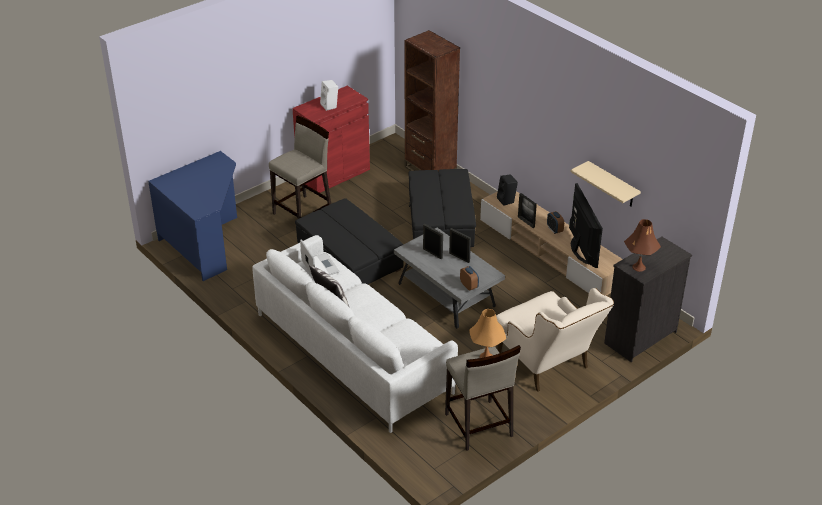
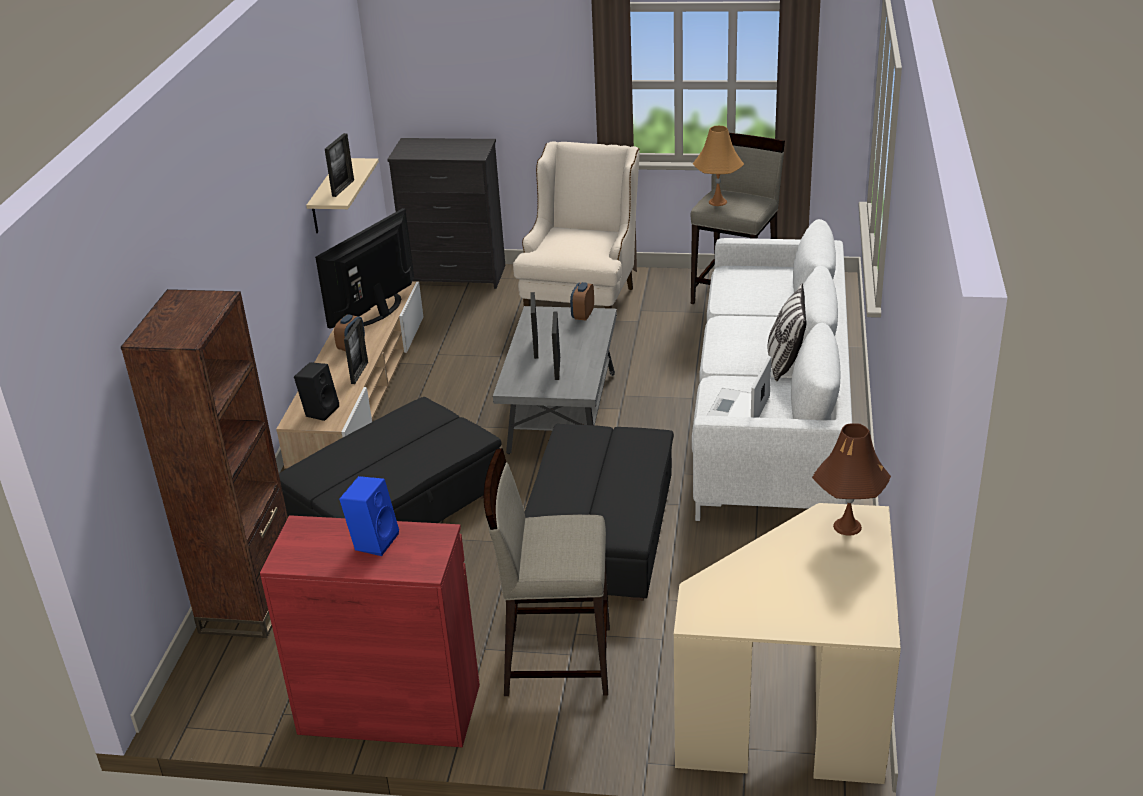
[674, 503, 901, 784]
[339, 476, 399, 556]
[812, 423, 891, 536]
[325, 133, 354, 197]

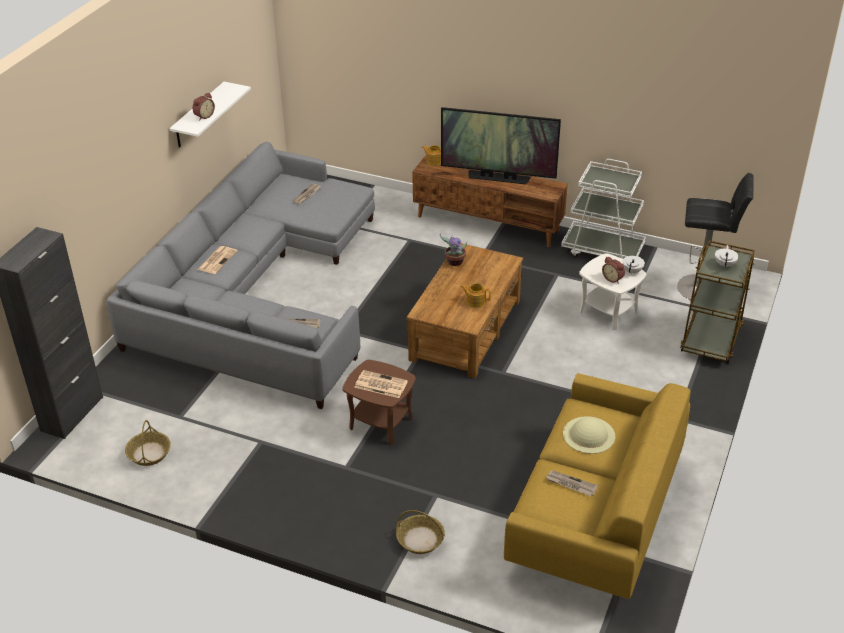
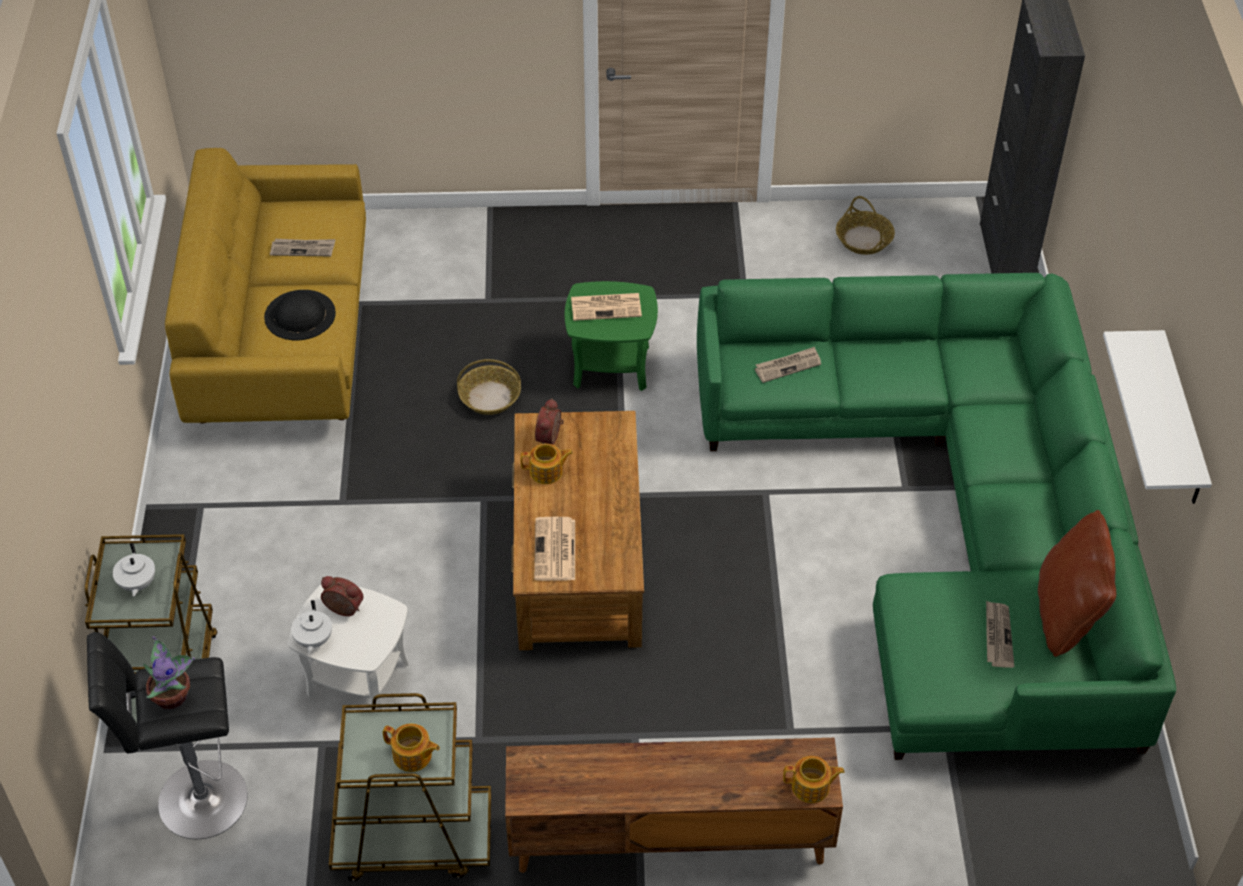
[697, 273, 1176, 760]
[535, 398, 563, 444]
[534, 517, 575, 581]
[565, 281, 658, 391]
[457, 359, 521, 415]
[143, 636, 195, 709]
[441, 107, 561, 184] (first image)
[329, 693, 491, 881]
[264, 290, 336, 340]
[383, 724, 440, 772]
[1038, 510, 1116, 657]

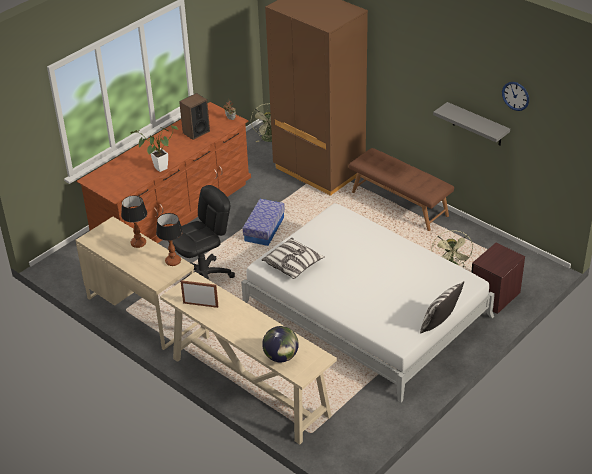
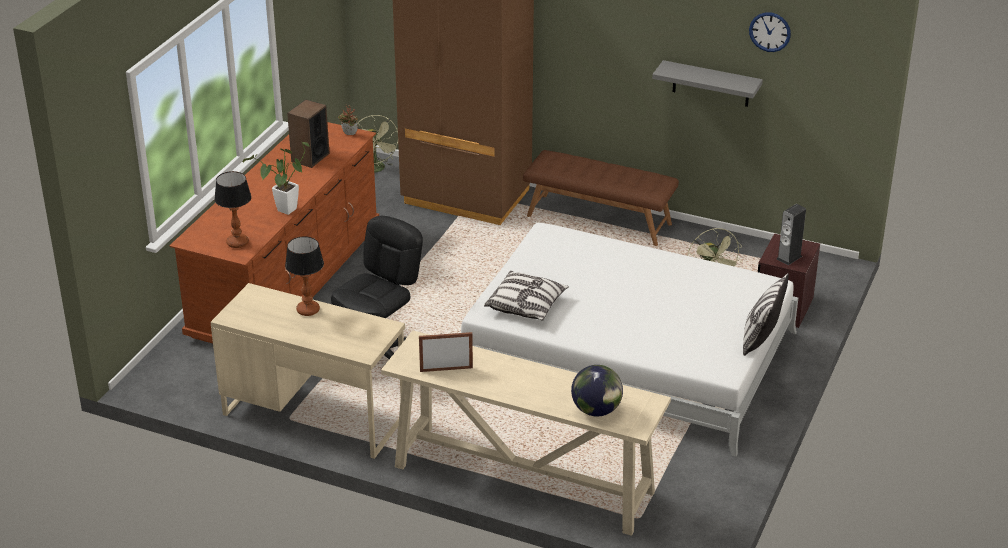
[214, 171, 252, 248]
[243, 199, 285, 246] (first image)
[776, 204, 806, 265]

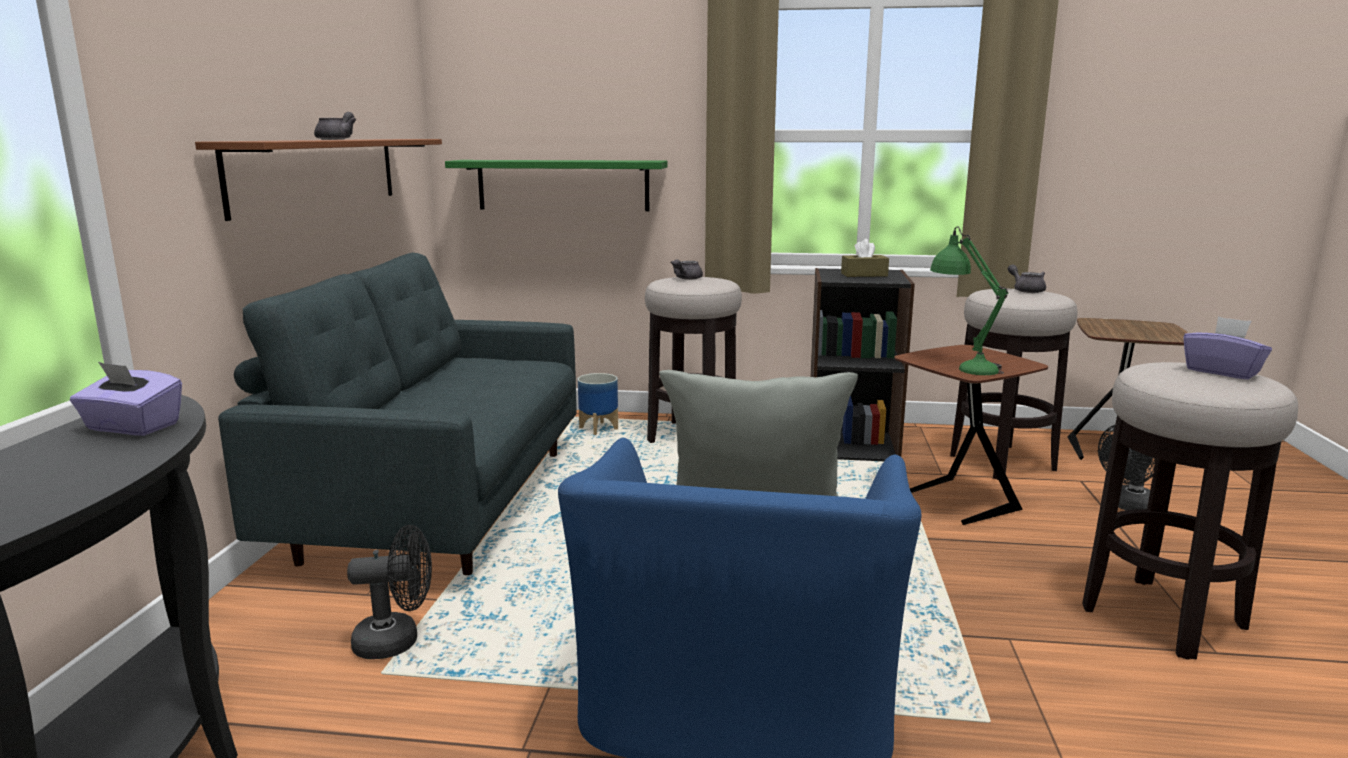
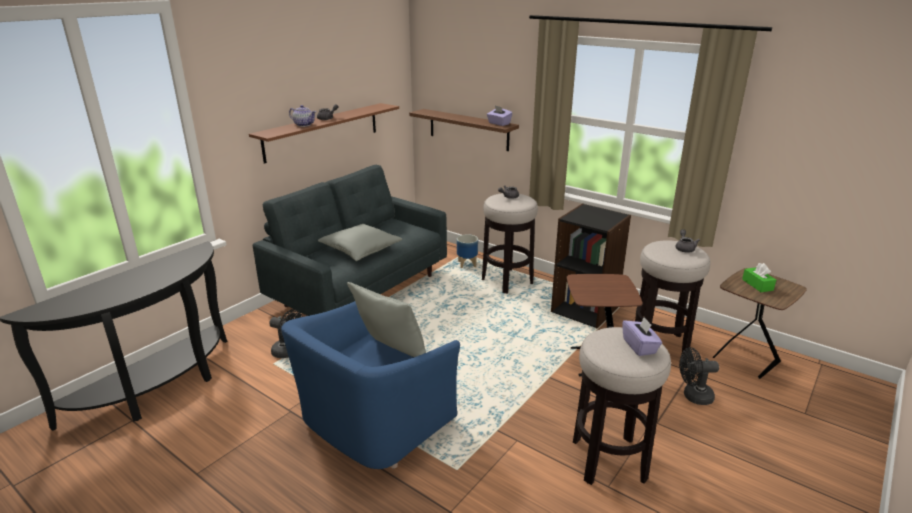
[487, 106, 513, 126]
[409, 109, 519, 151]
[841, 239, 889, 277] (first image)
[930, 226, 1008, 375] (first image)
[289, 105, 316, 127]
[318, 224, 402, 261]
[742, 263, 776, 292]

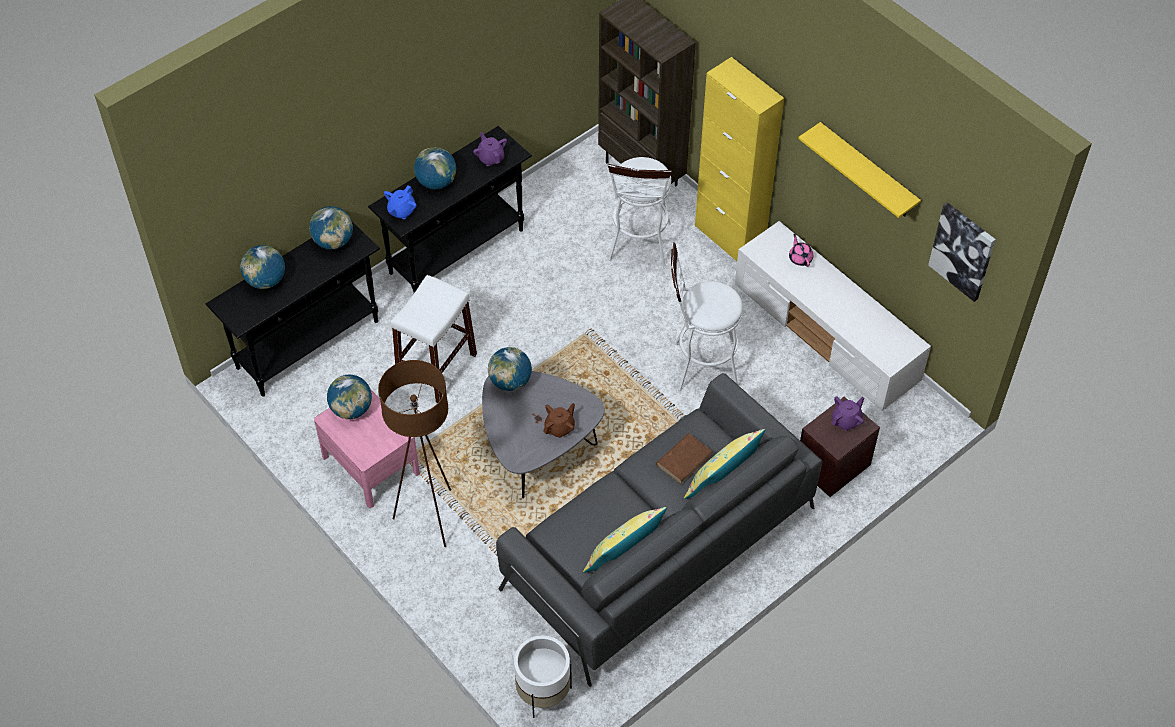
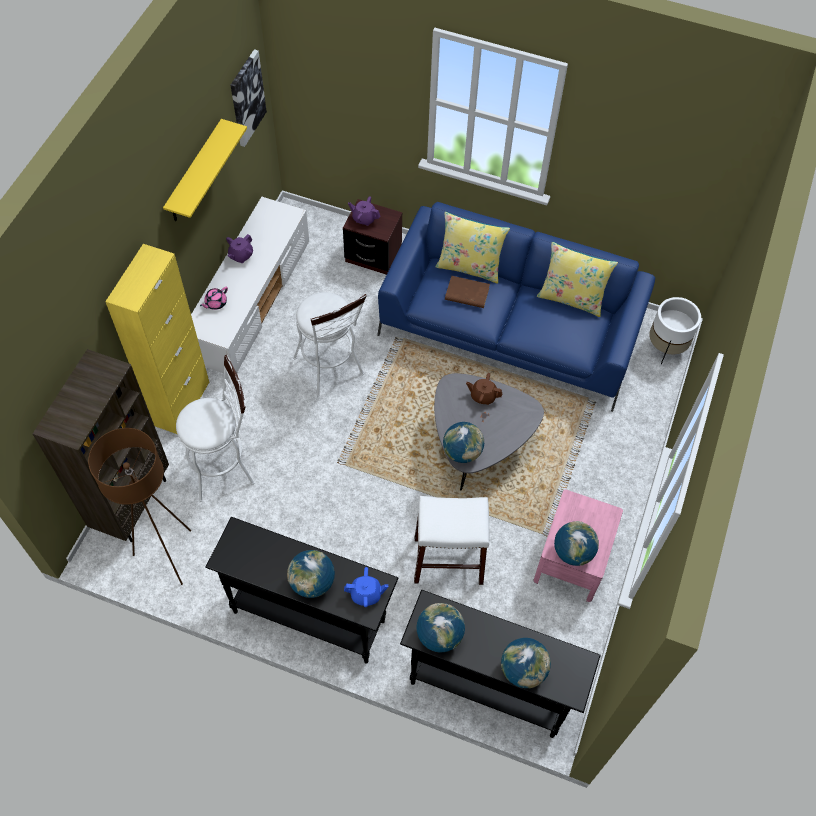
[88, 428, 191, 585]
[226, 234, 253, 263]
[377, 202, 655, 412]

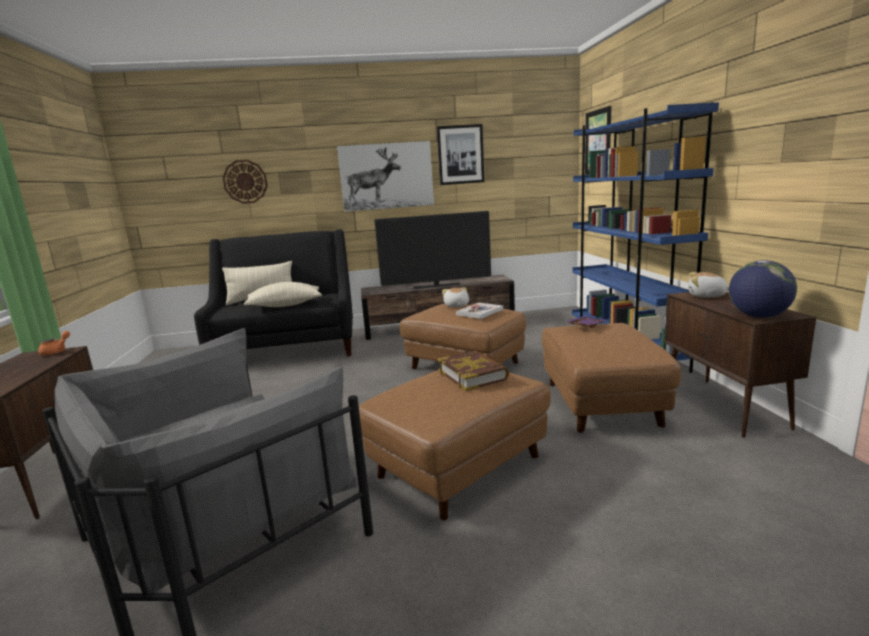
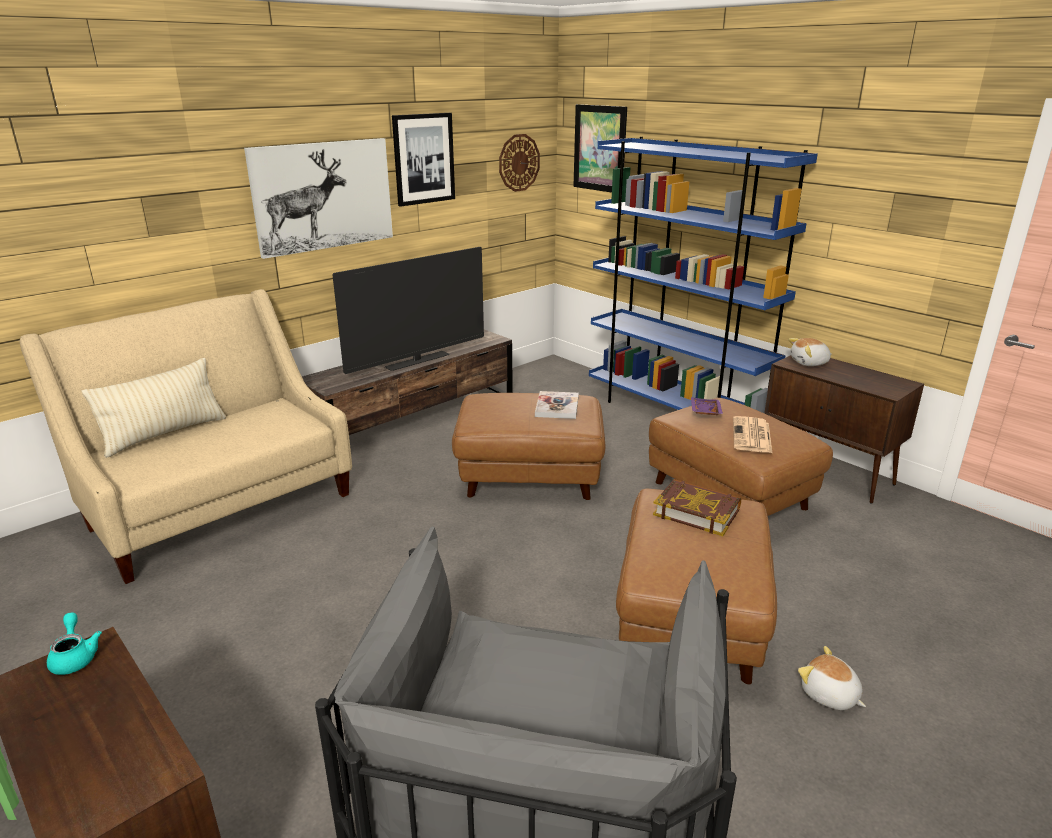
[47, 612, 102, 675]
[20, 289, 352, 584]
[499, 134, 540, 192]
[244, 282, 322, 307] (first image)
[798, 646, 866, 710]
[729, 260, 797, 318] (first image)
[733, 416, 772, 453]

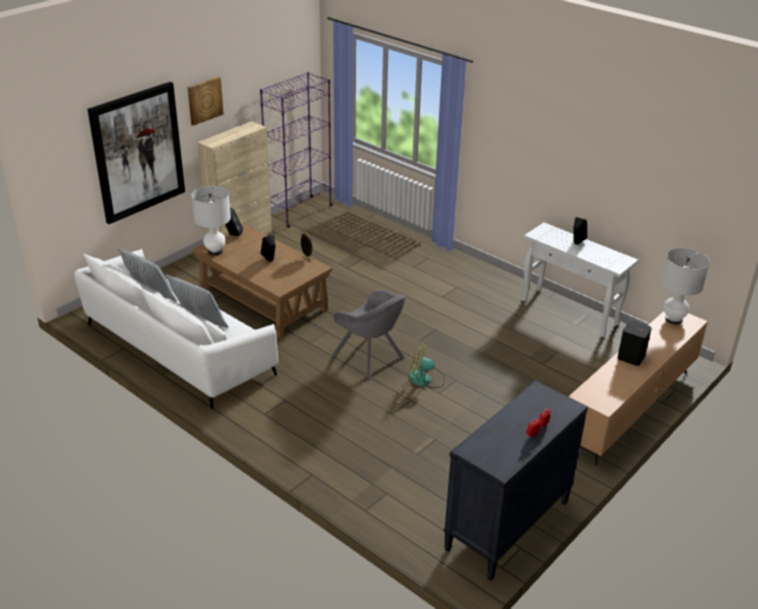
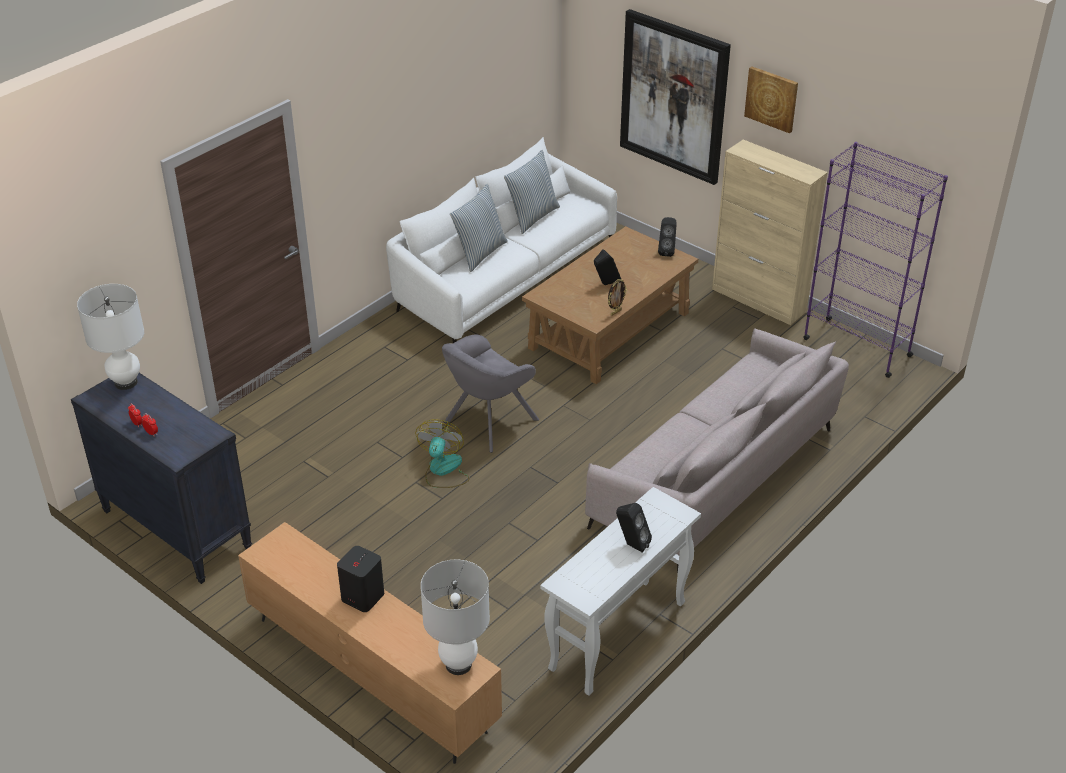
[77, 284, 144, 390]
[585, 328, 849, 573]

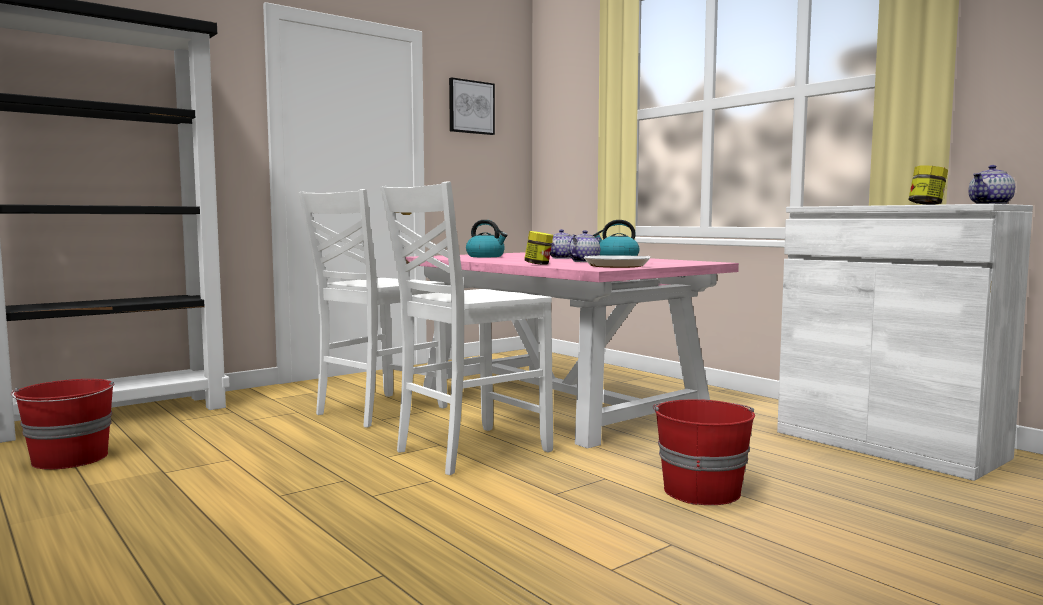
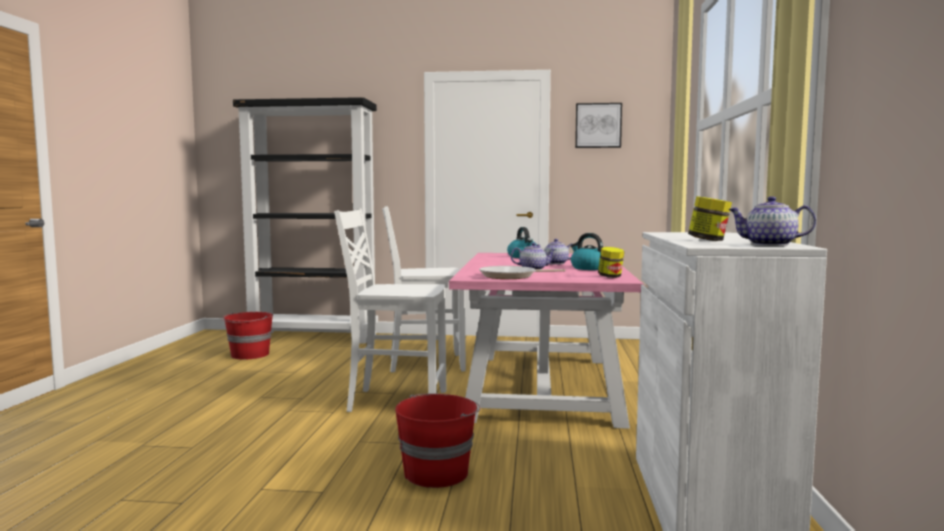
[598, 247, 624, 278]

